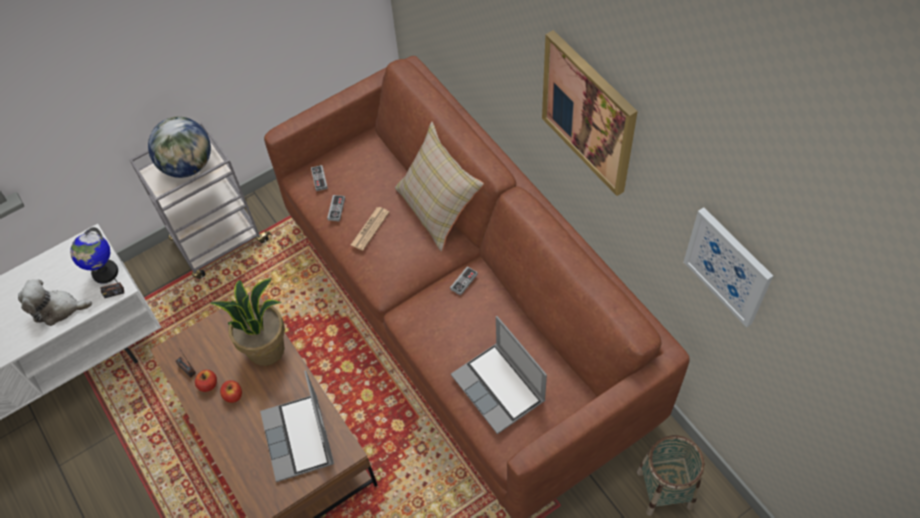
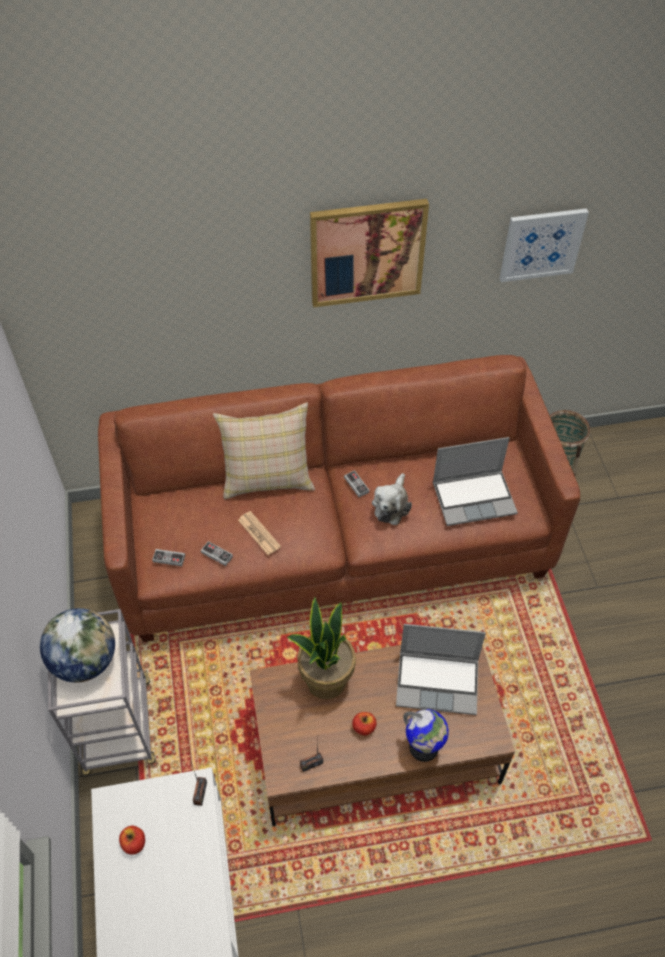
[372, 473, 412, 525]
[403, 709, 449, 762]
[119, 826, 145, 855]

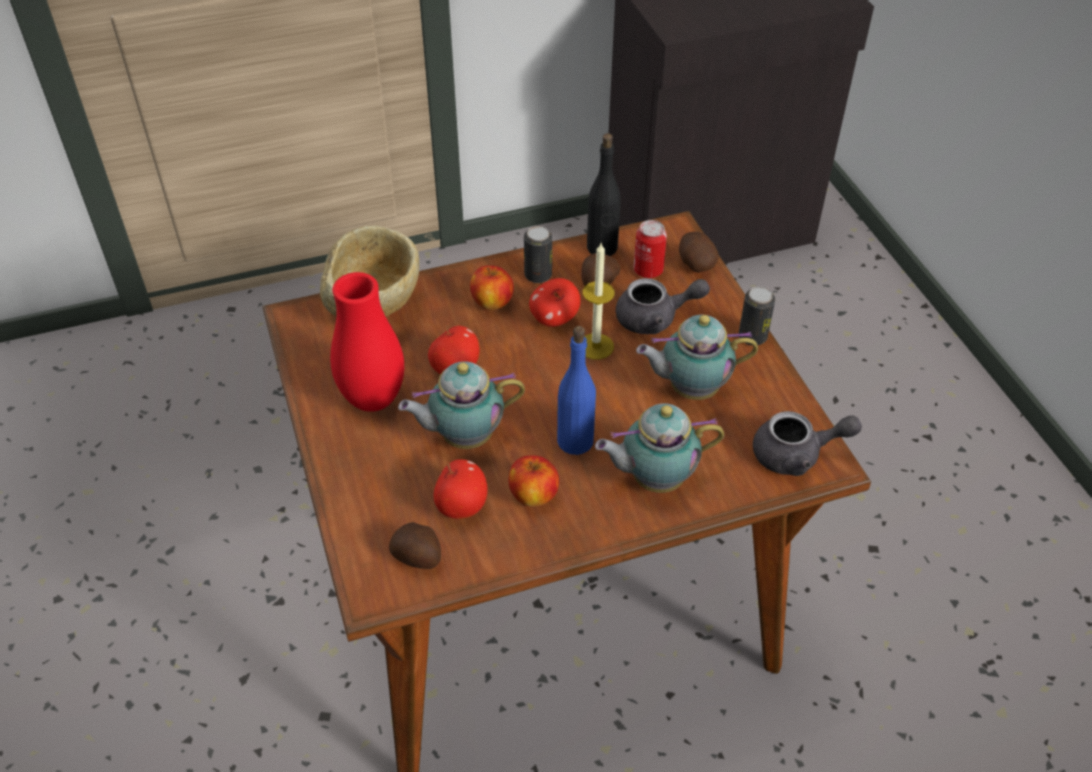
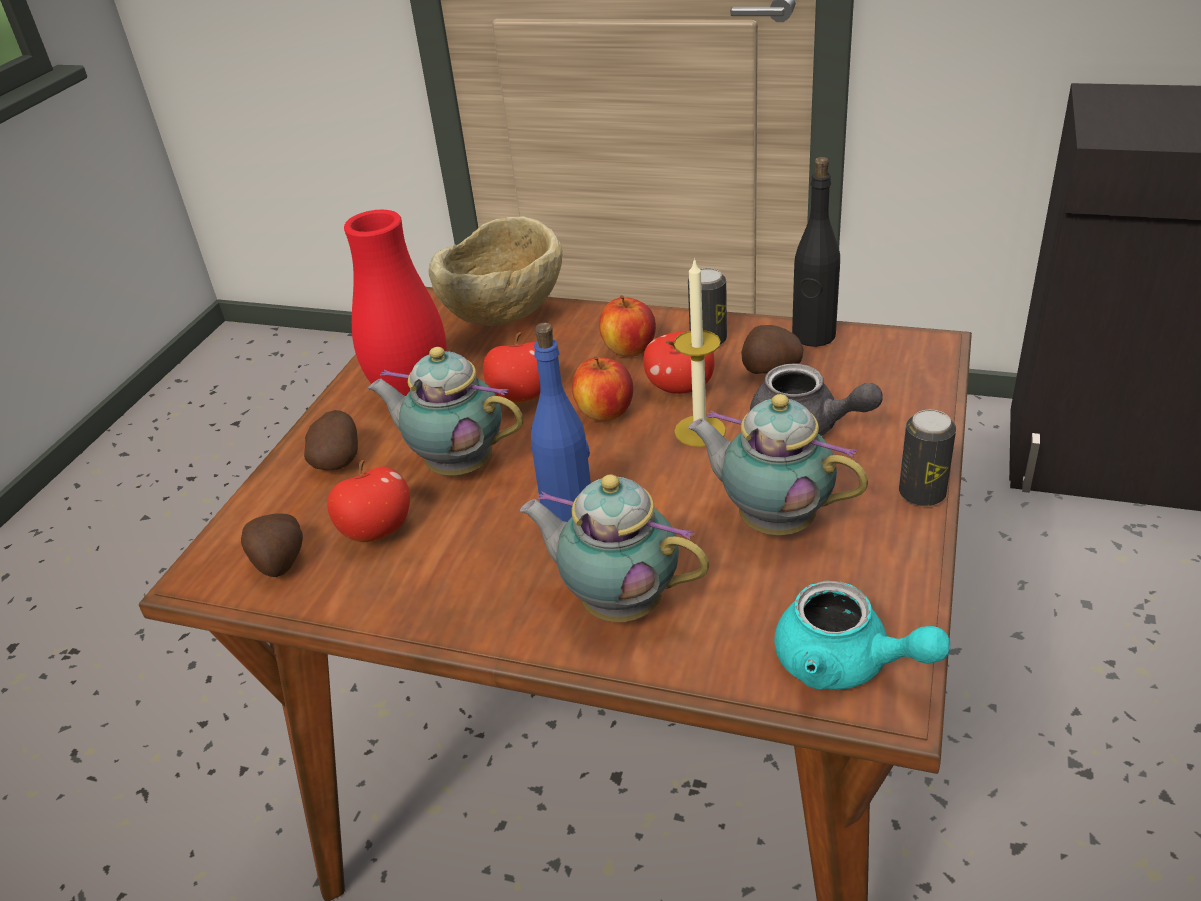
[572, 356, 633, 421]
[633, 220, 667, 278] (first image)
[304, 410, 358, 471]
[774, 581, 950, 689]

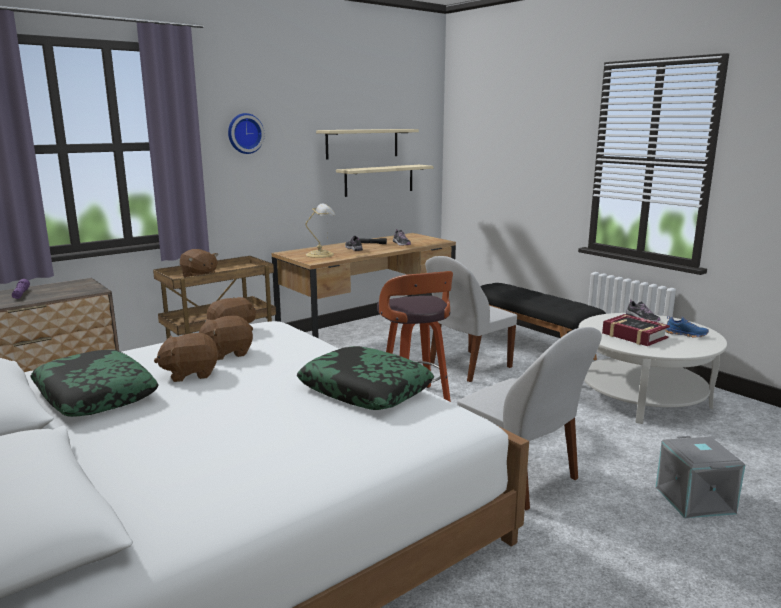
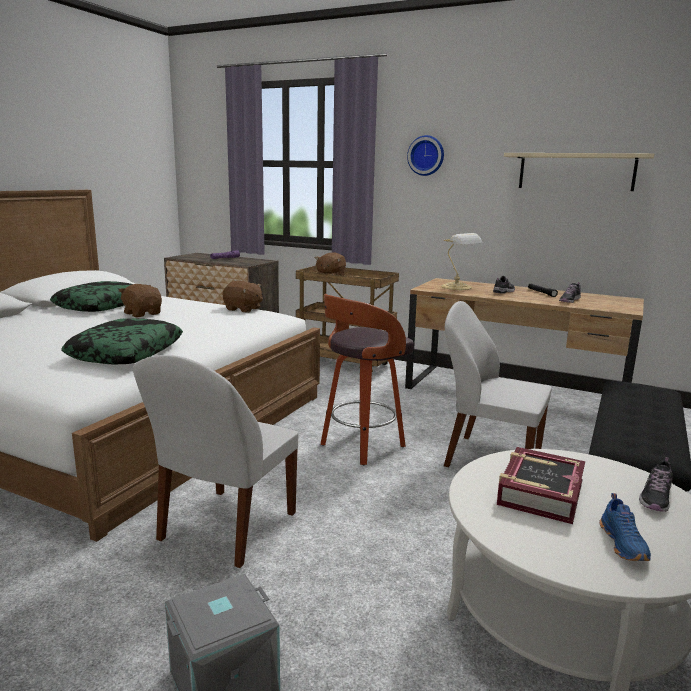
[199, 316, 253, 360] (first image)
[336, 165, 434, 197] (first image)

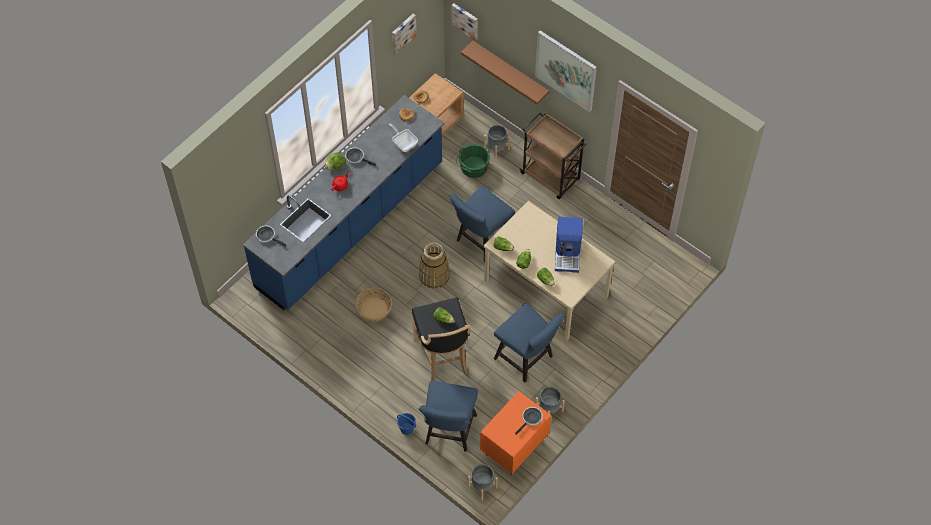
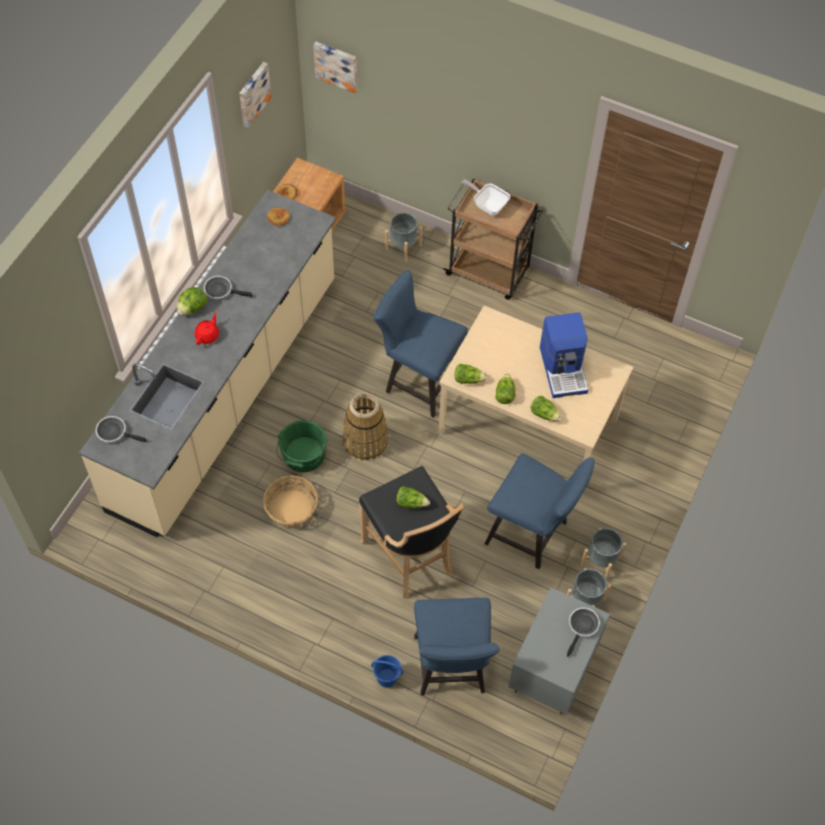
[79, 190, 336, 537]
[462, 179, 510, 215]
[374, 270, 468, 418]
[276, 420, 327, 472]
[461, 41, 549, 105] (first image)
[581, 528, 626, 580]
[508, 587, 610, 715]
[535, 30, 597, 112] (first image)

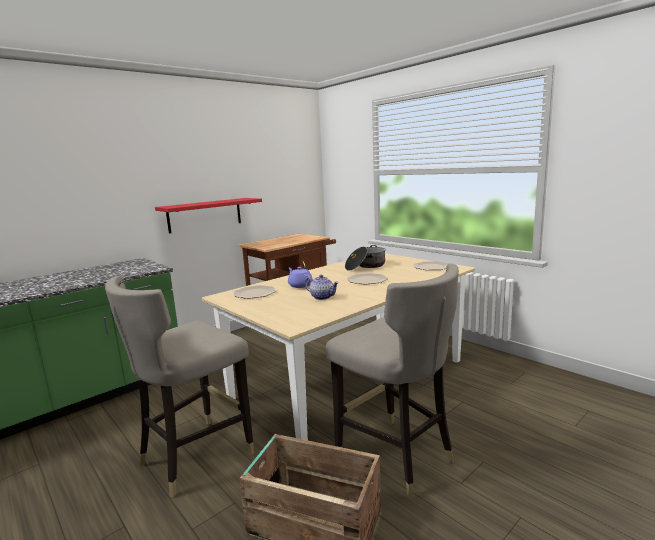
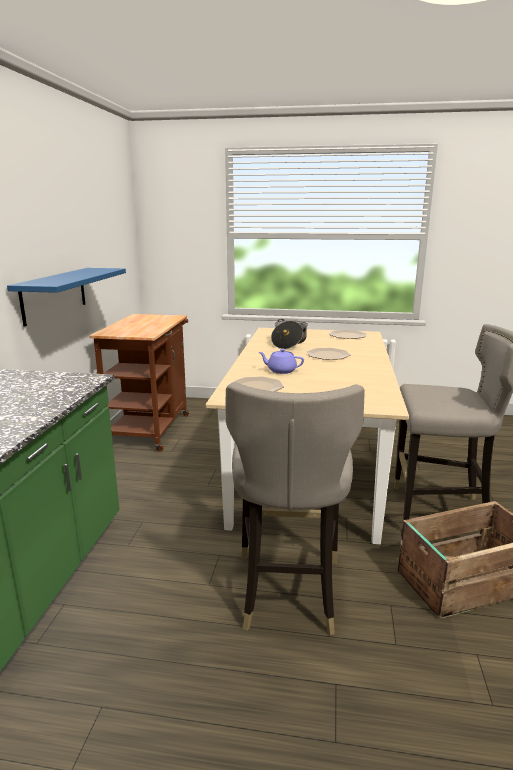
[7, 268, 126, 327]
[305, 275, 339, 300] (first image)

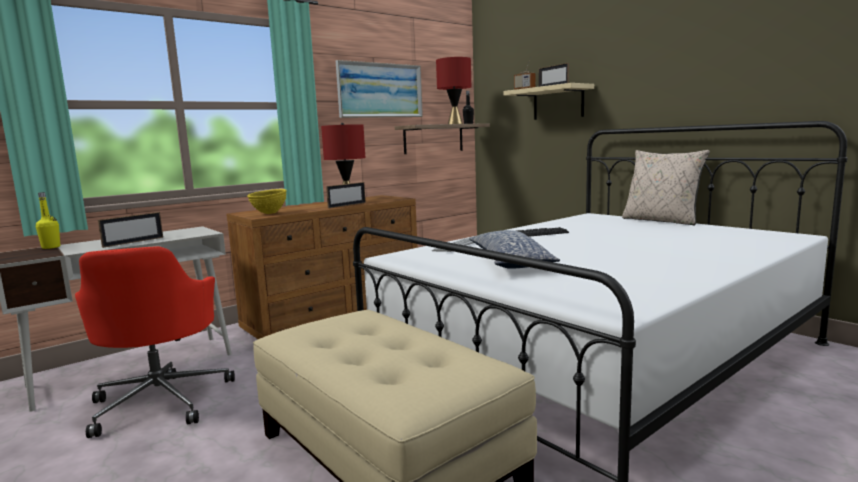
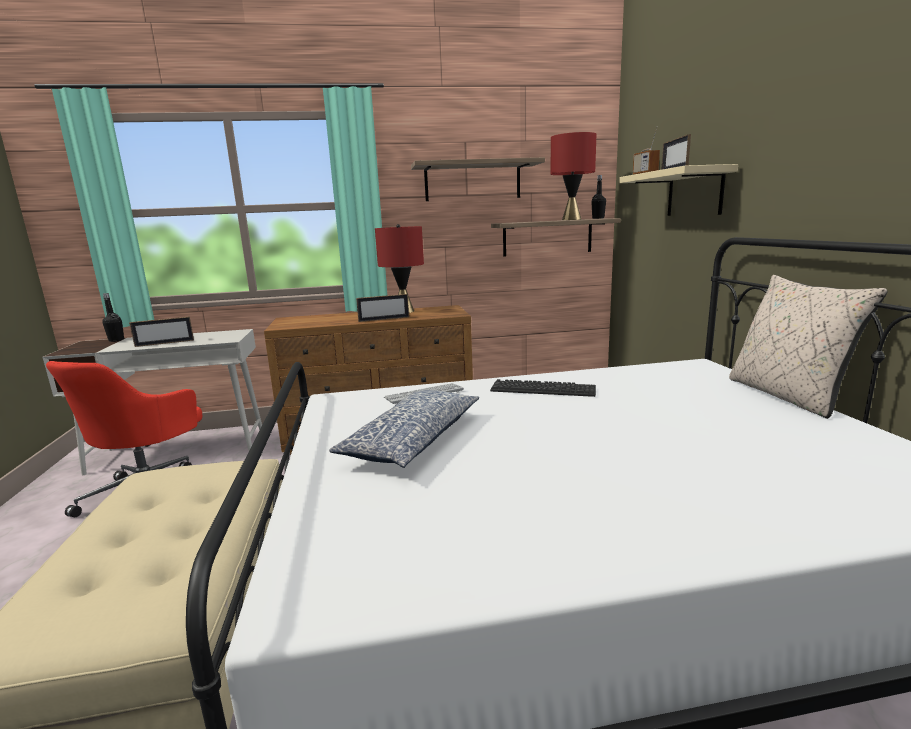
[103, 293, 124, 342]
[247, 189, 287, 214] (first image)
[411, 157, 545, 201]

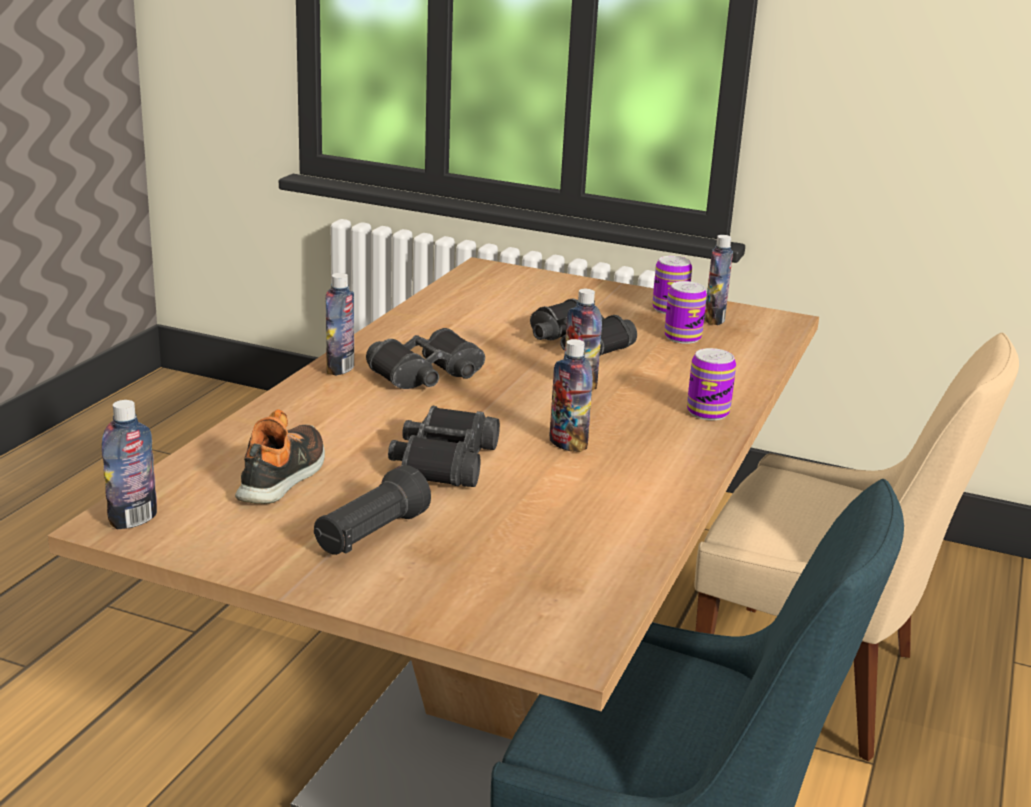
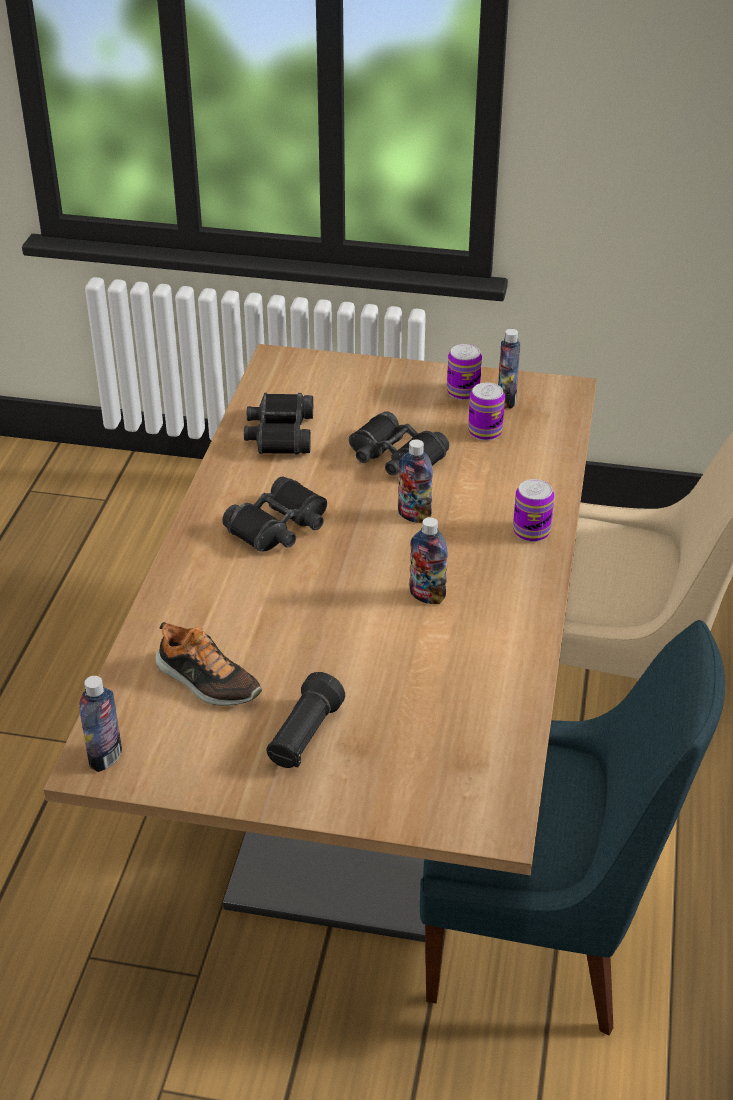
[155, 622, 262, 706]
[326, 273, 354, 376] (first image)
[244, 393, 313, 454]

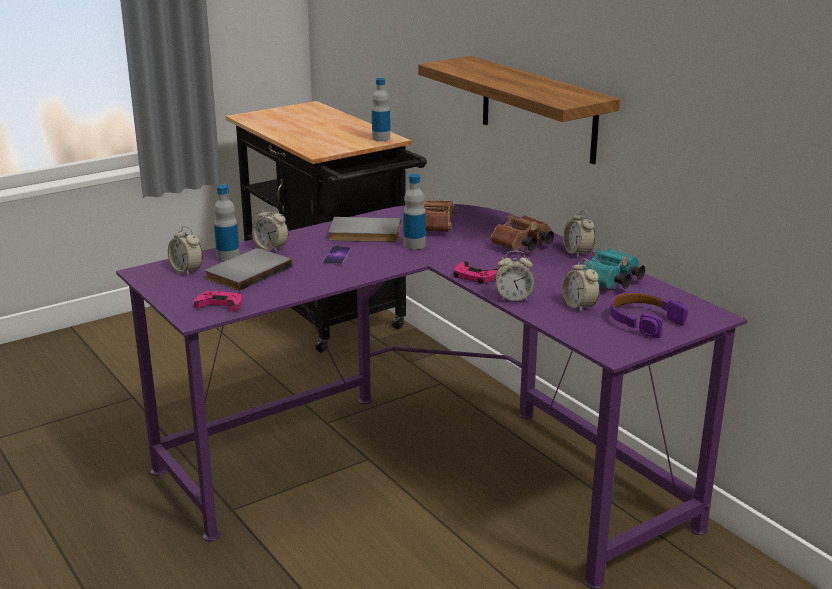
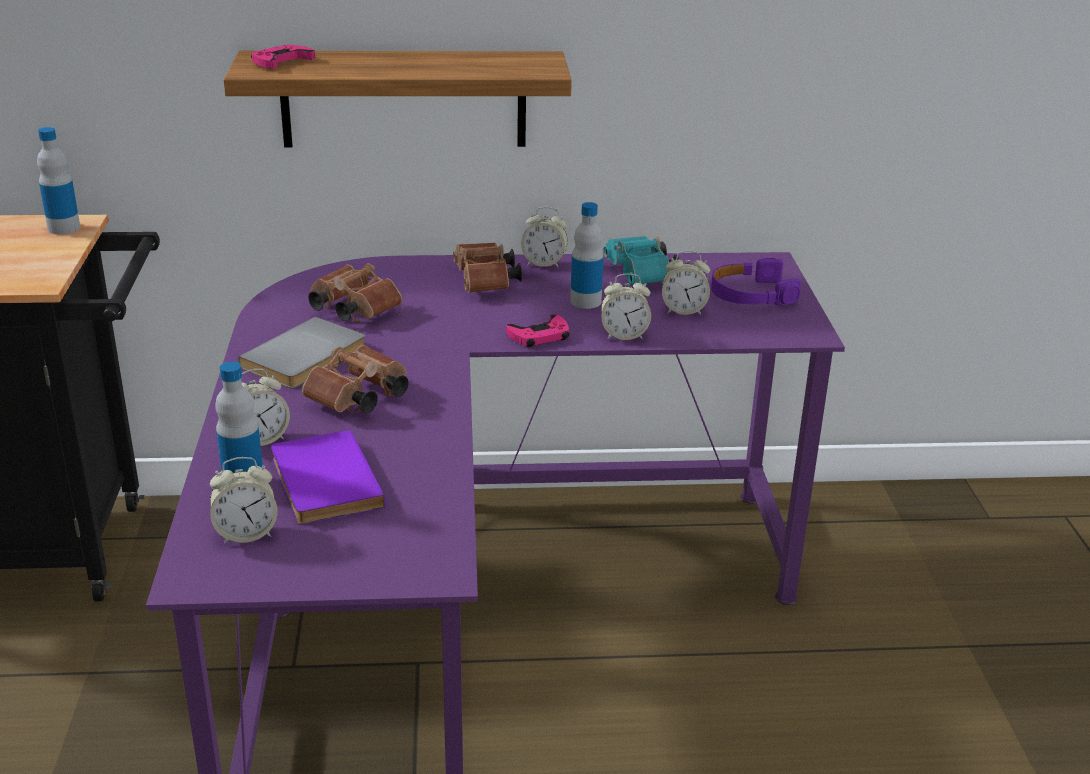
[251, 45, 315, 69]
[271, 430, 385, 525]
[302, 345, 409, 413]
[570, 202, 604, 309]
[601, 273, 651, 340]

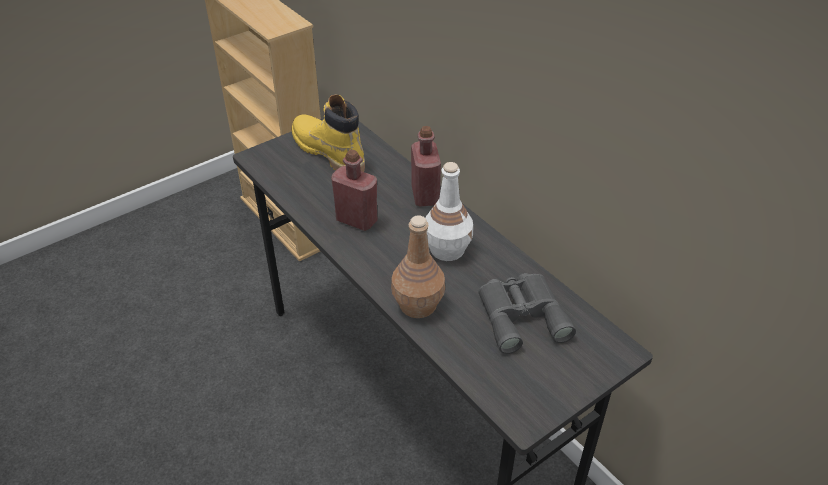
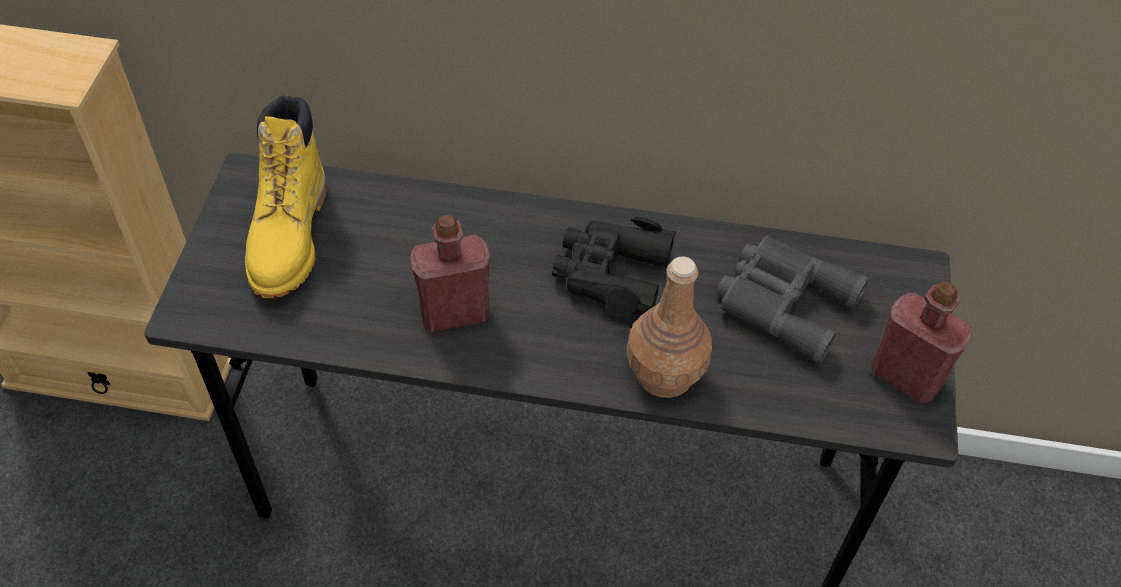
[245, 95, 326, 298]
[871, 282, 973, 403]
[552, 217, 676, 318]

